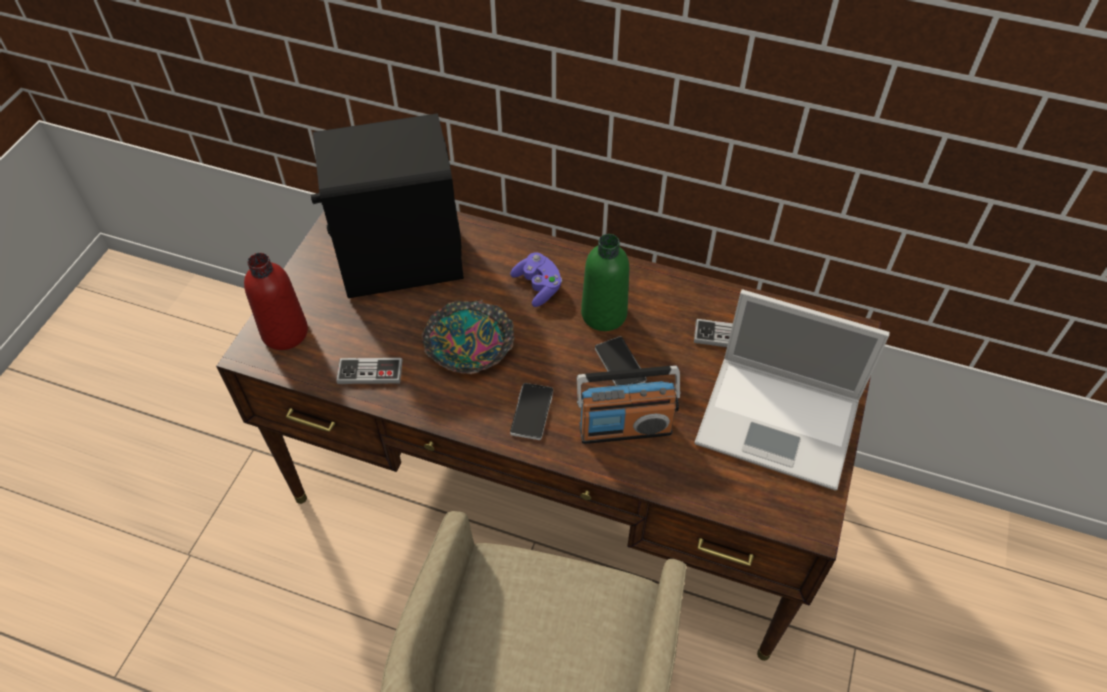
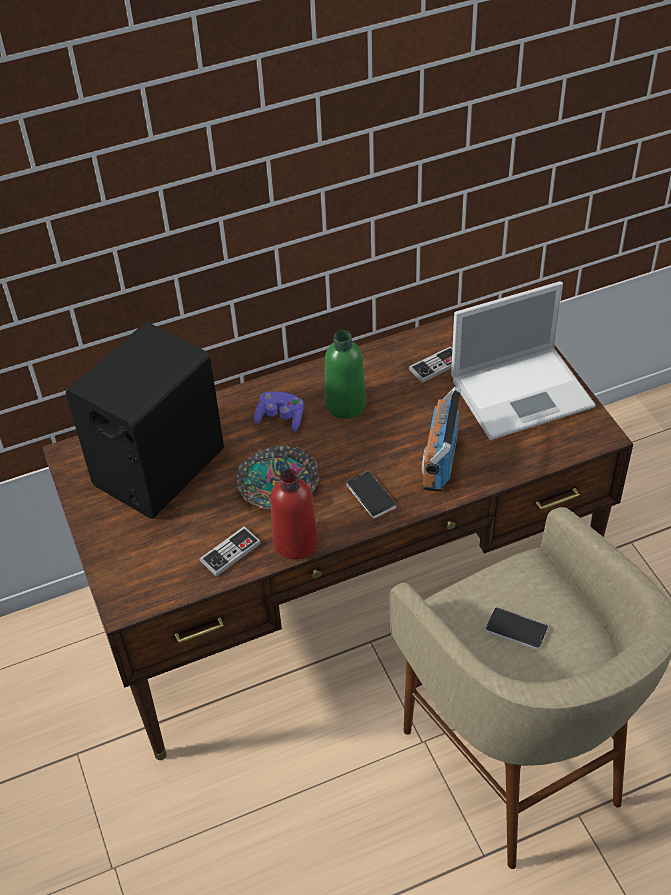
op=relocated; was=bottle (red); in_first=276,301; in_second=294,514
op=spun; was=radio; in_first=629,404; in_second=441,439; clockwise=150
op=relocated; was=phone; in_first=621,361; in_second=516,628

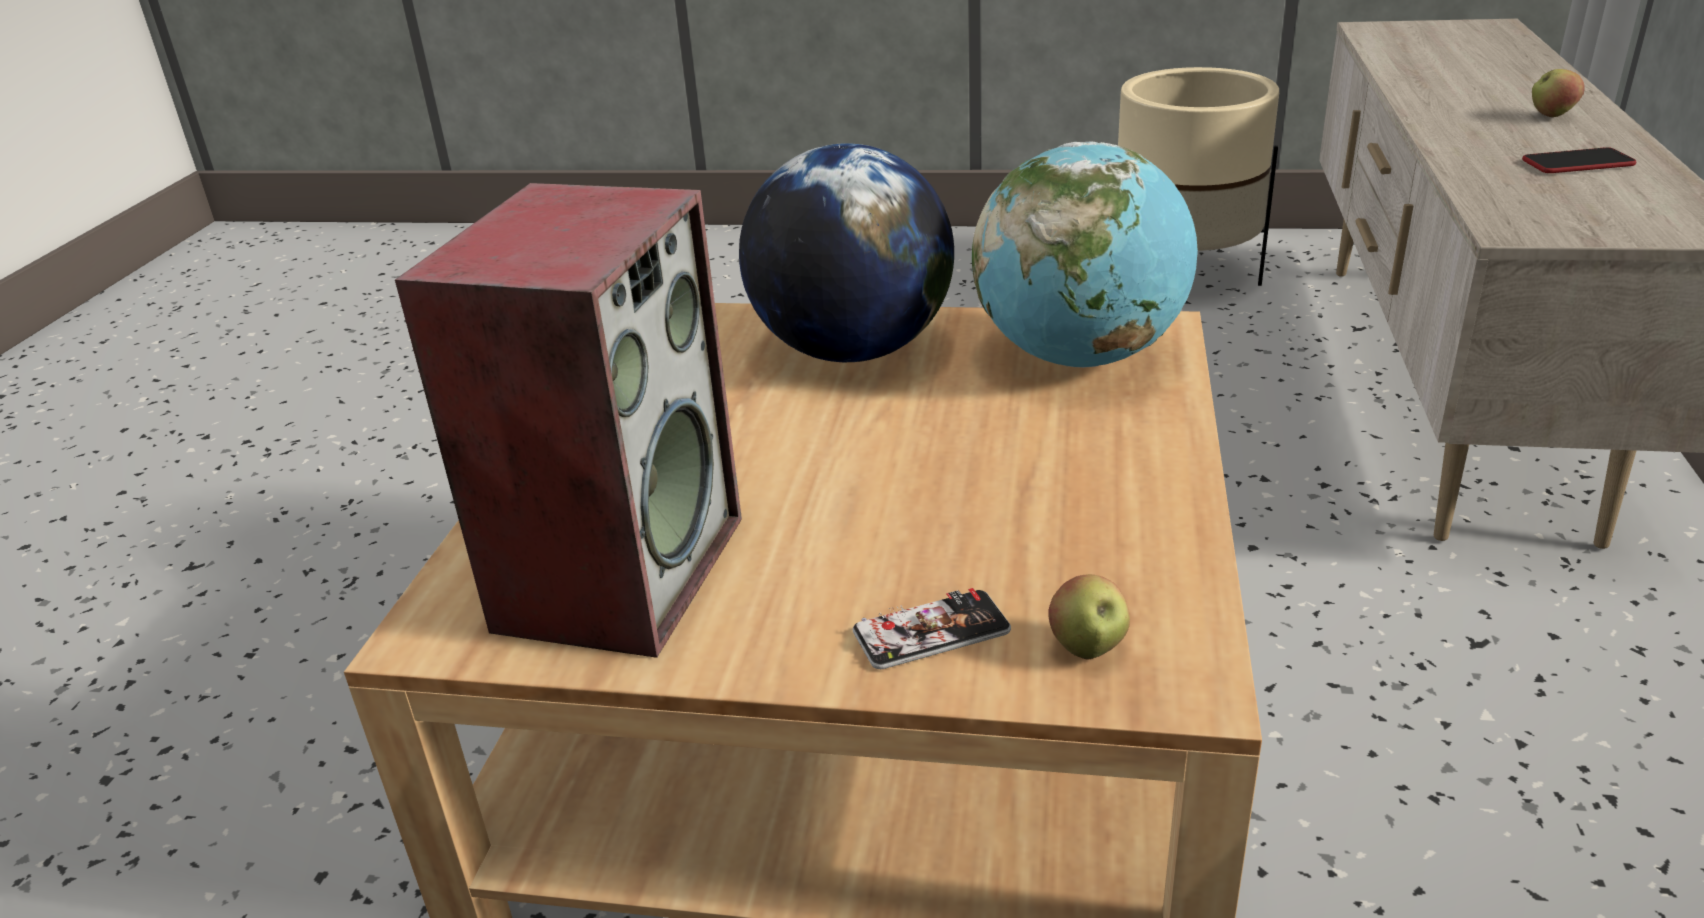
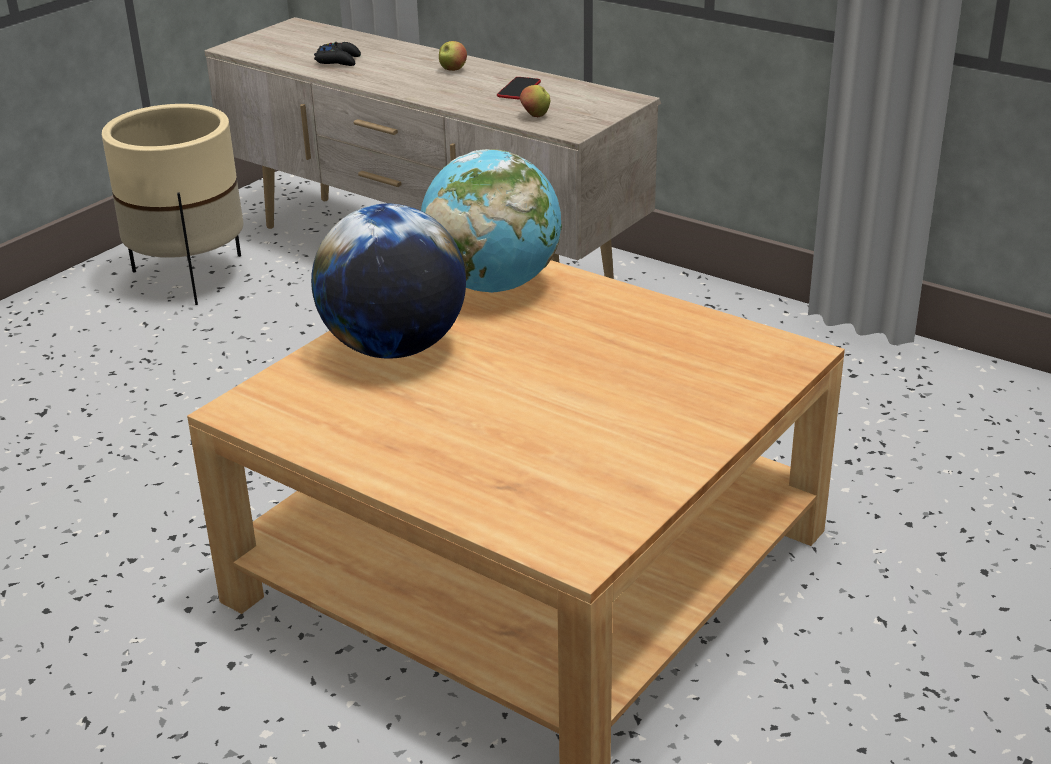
op=missing; was=speaker; in_first=568,420
op=missing; was=phone; in_first=932,628
op=relocated; was=apple; in_first=1089,617; in_second=535,101
op=appeared; now=game controller (black); in_second=337,54

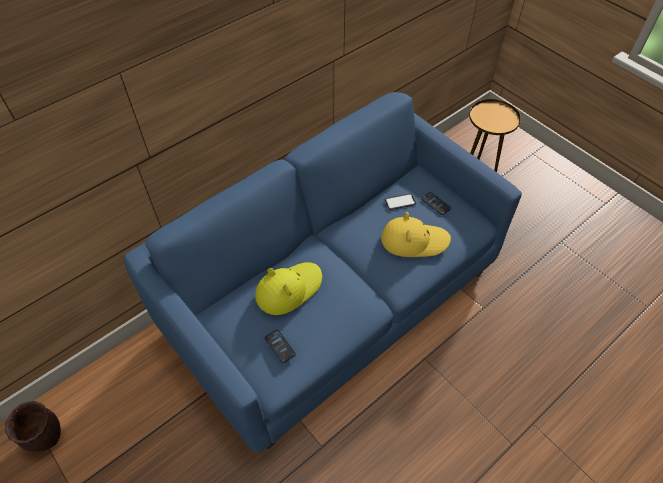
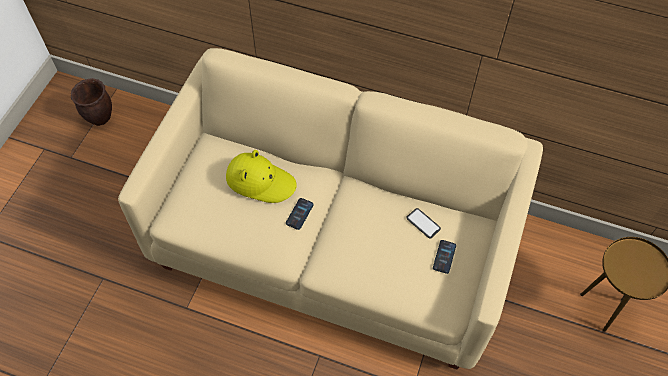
op=colour; was=sofa (blue); now=sofa (beige); in_first=323,272; in_second=330,209
op=relocated; was=phone; in_first=280,346; in_second=300,214
op=missing; was=hat (yellow); in_first=416,234

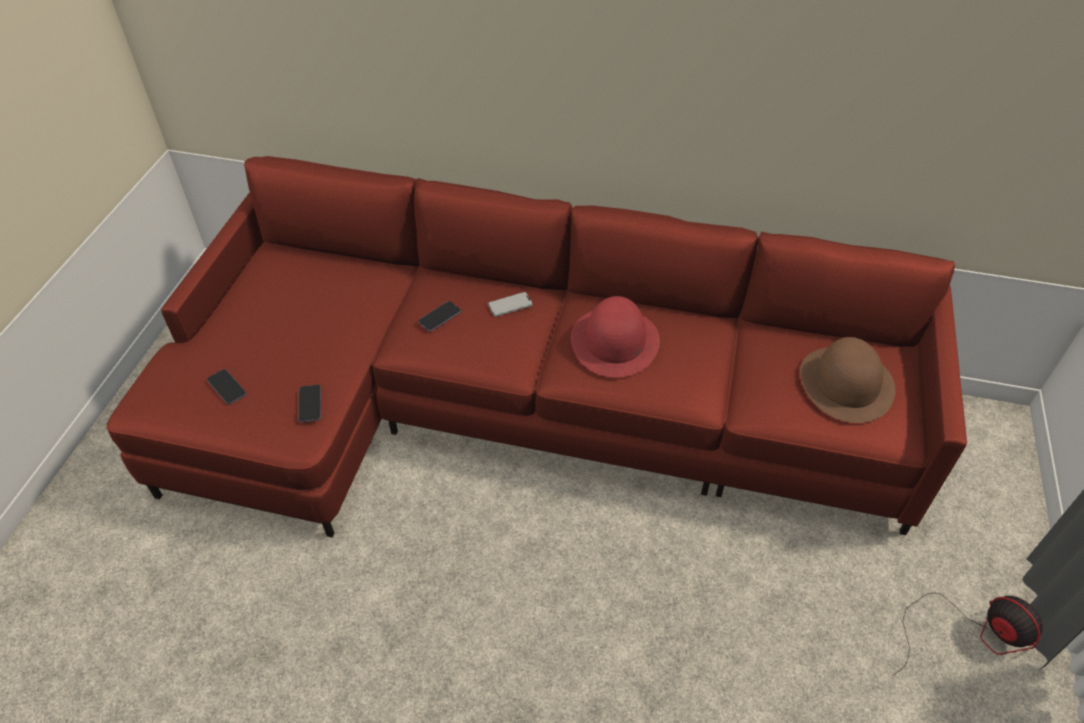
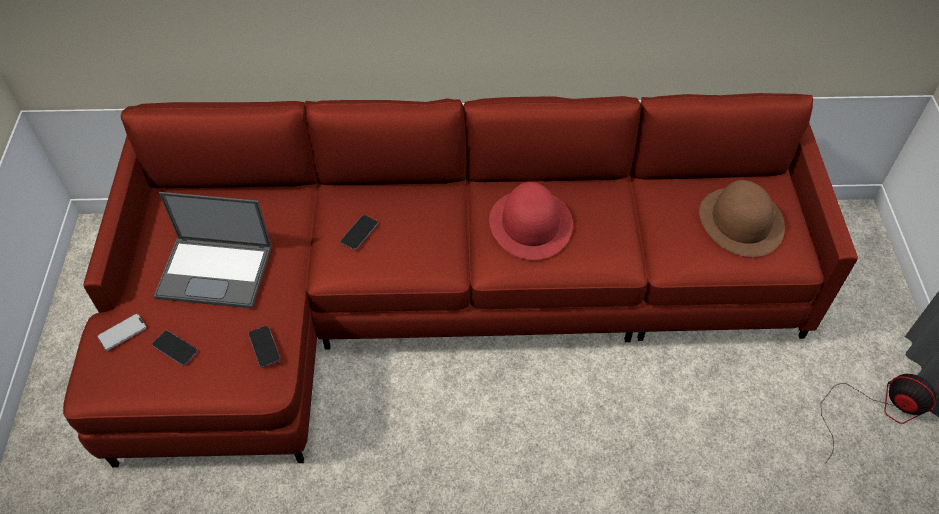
op=relocated; was=phone; in_first=510,304; in_second=122,332
op=appeared; now=laptop; in_second=213,250

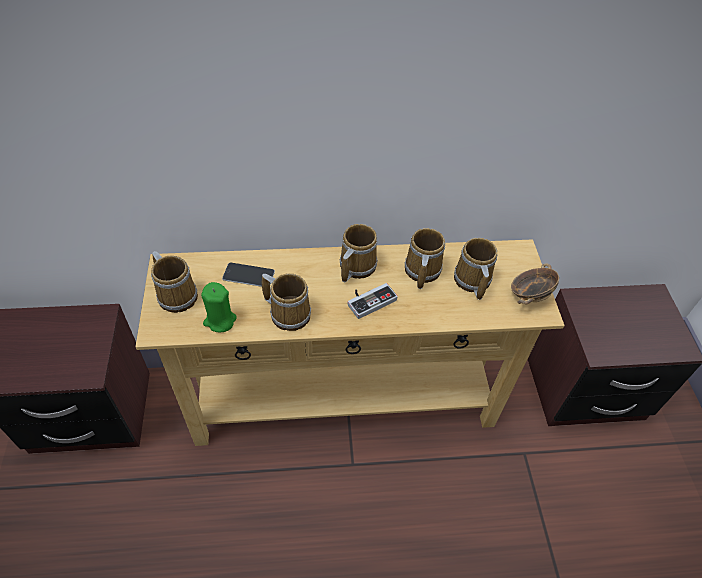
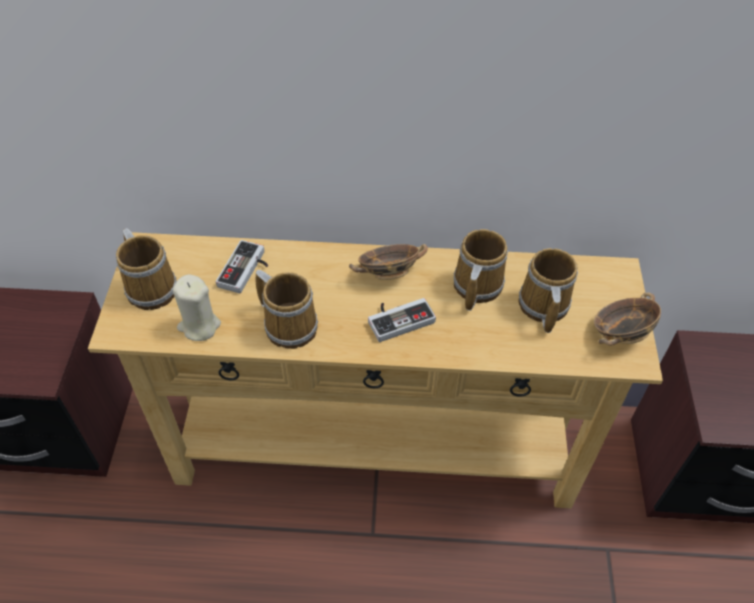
op=colour; was=candle (green); now=candle (beige); in_first=219,307; in_second=197,307
op=exchanged; was=phone; now=game controller; in_first=248,275; in_second=242,266
op=exchanged; was=mug; now=bowl; in_first=359,253; in_second=388,262

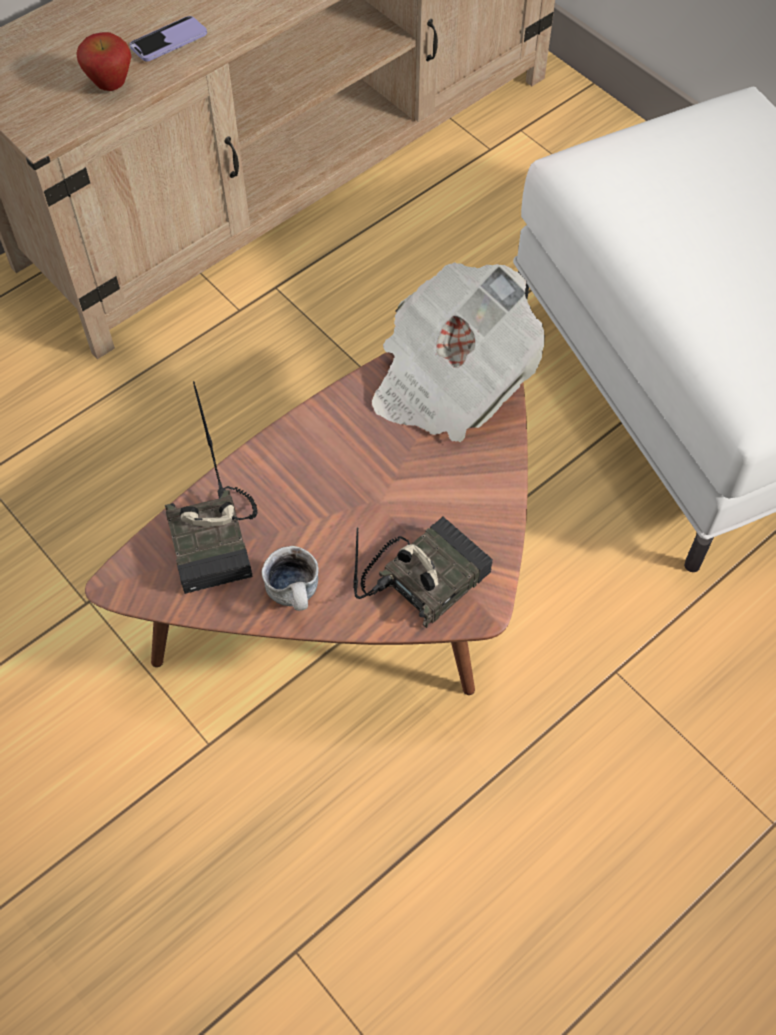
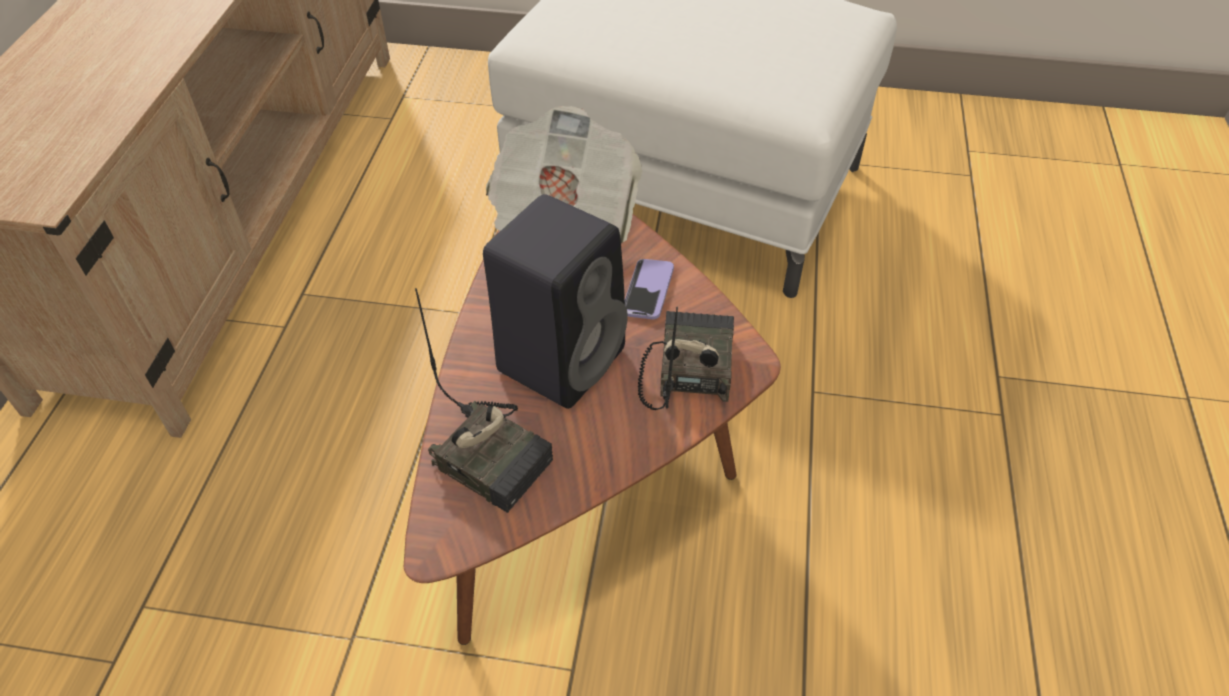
op=missing; was=apple; in_first=104,61
op=relocated; was=phone; in_first=168,38; in_second=649,289
op=missing; was=mug; in_first=290,578
op=appeared; now=speaker (black); in_second=555,301

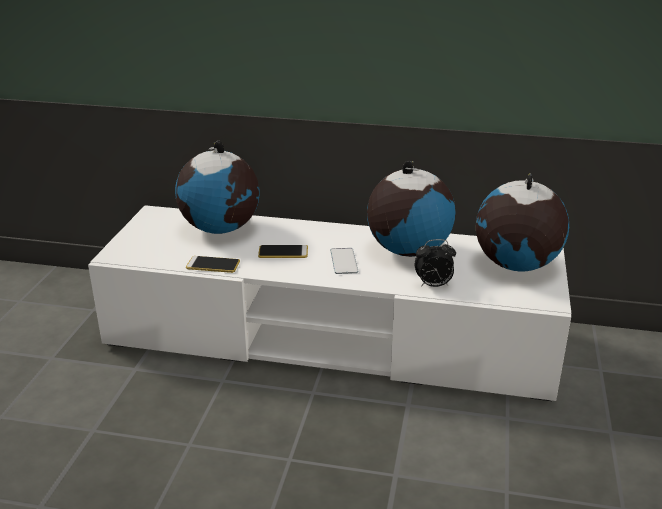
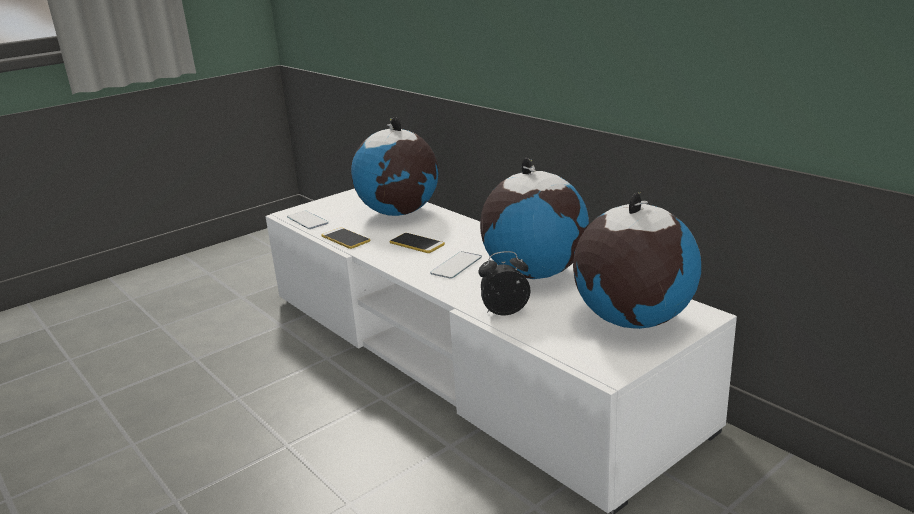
op=spun; was=alarm clock; in_first=435,263; in_second=504,283; clockwise=135
op=appeared; now=phone; in_second=308,220

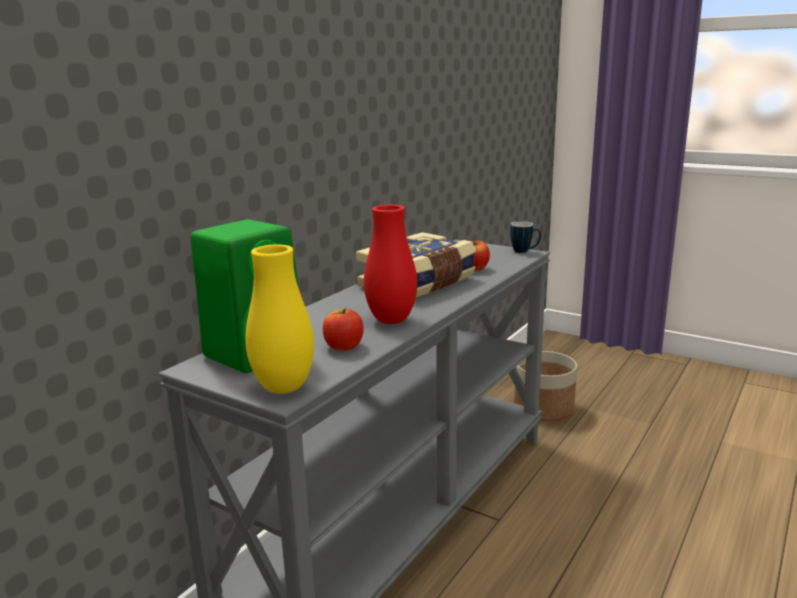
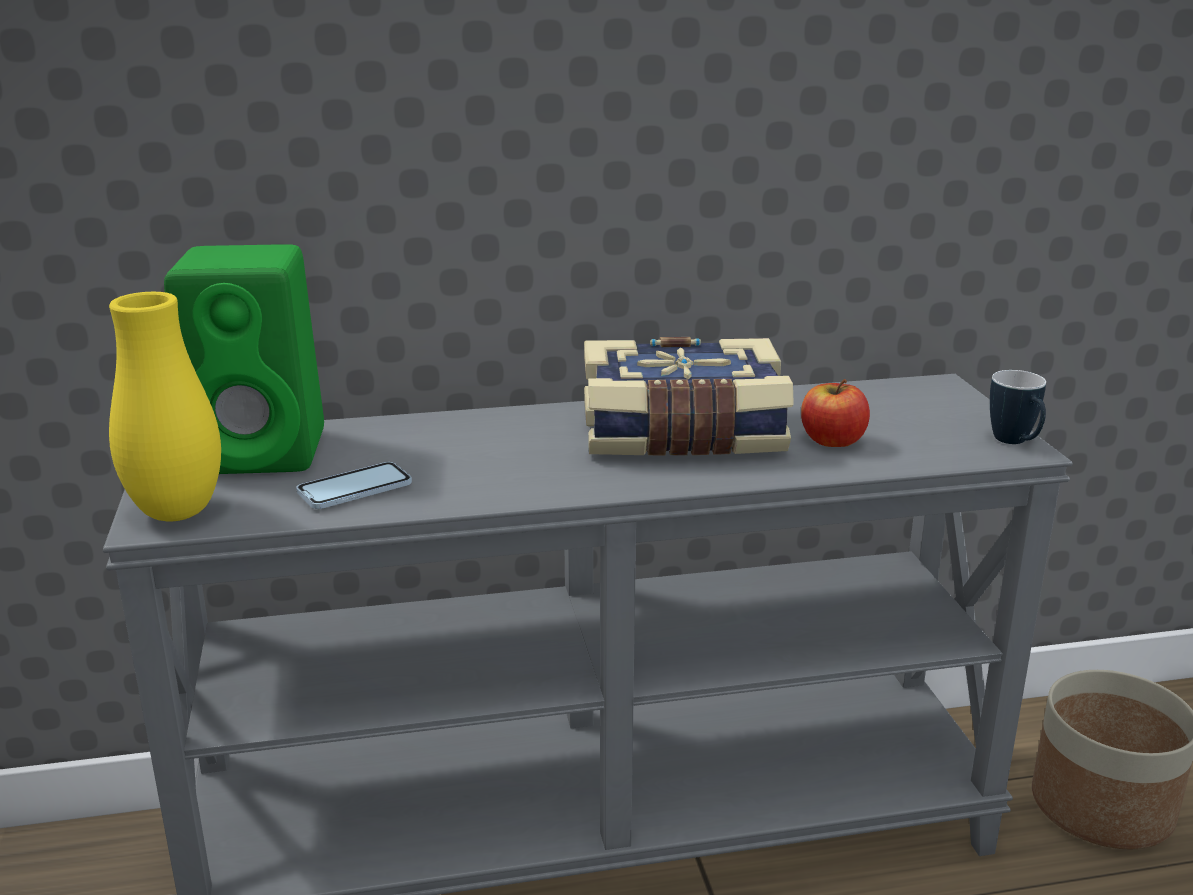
op=exchanged; was=apple; now=phone; in_first=343,330; in_second=354,485
op=missing; was=vase (red); in_first=390,264

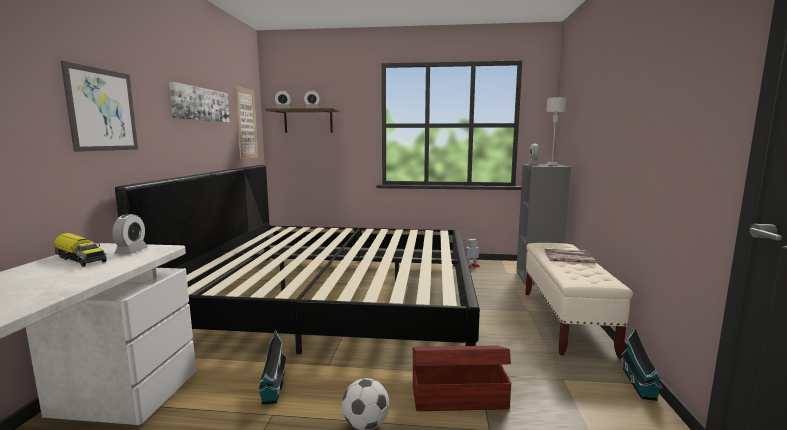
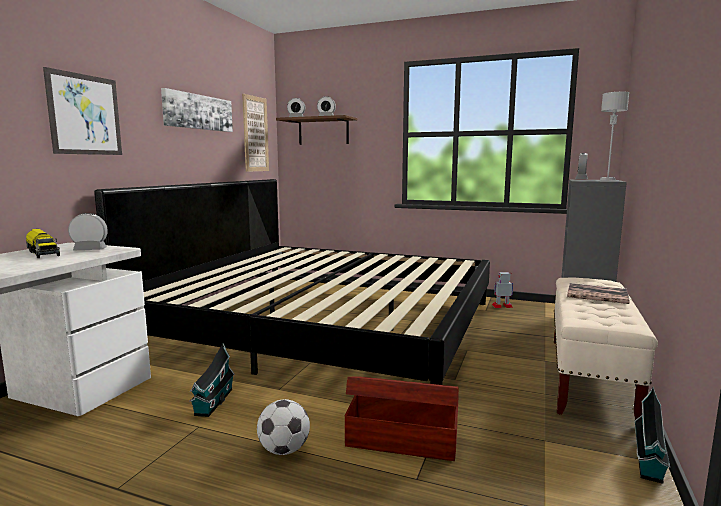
op=spun; was=alarm clock; in_first=130,234; in_second=88,232; clockwise=-120

